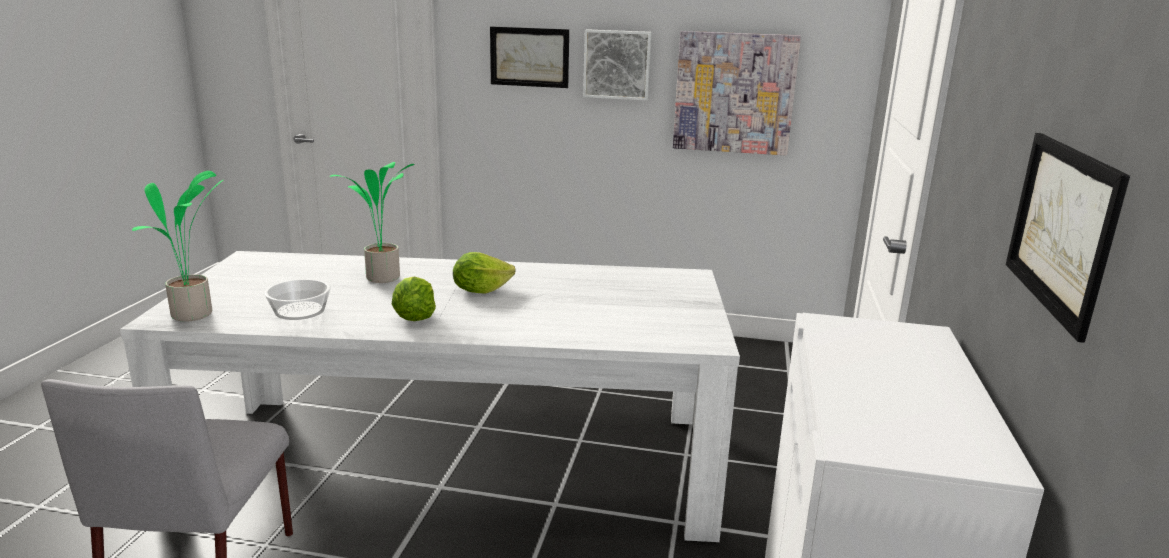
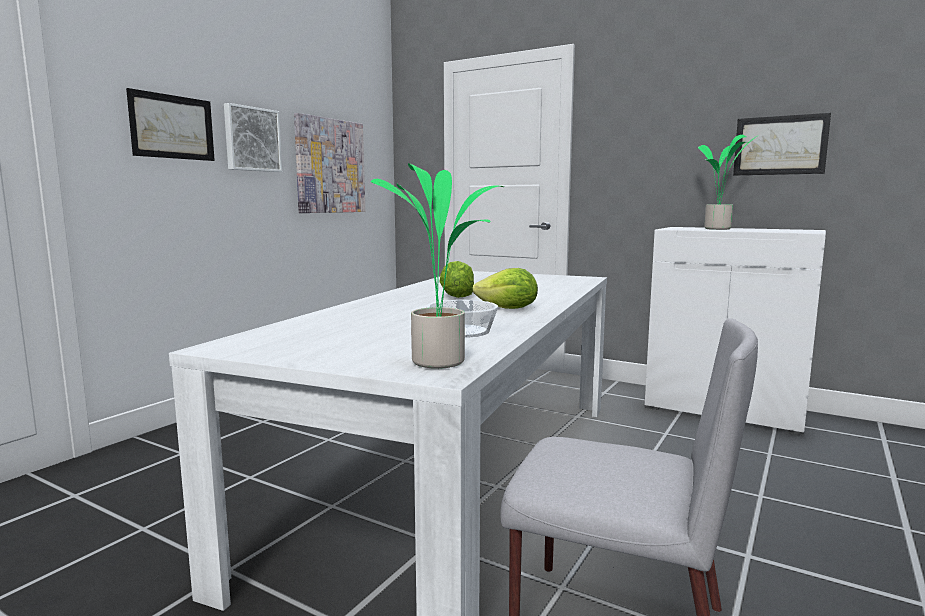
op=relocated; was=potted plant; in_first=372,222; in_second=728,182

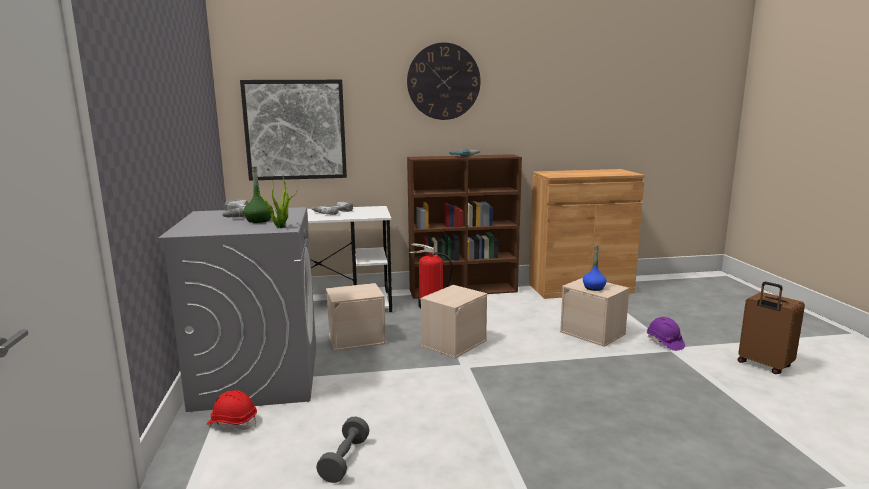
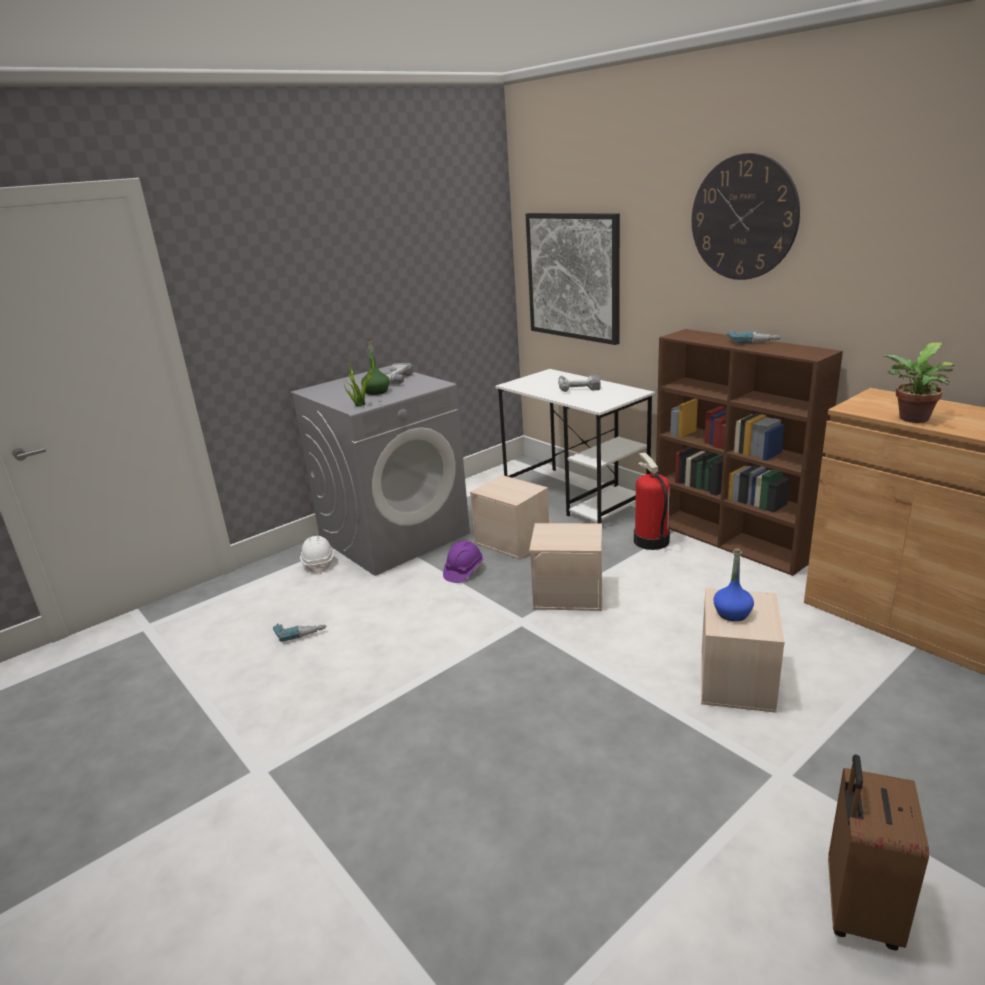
op=colour; was=hard hat (red); now=hard hat (white); in_first=232,410; in_second=317,555
op=exchanged; was=dumbbell (grey); now=power drill; in_first=342,450; in_second=300,632
op=relocated; was=hard hat (purple); in_first=666,334; in_second=463,562
op=appeared; now=potted plant; in_second=917,382

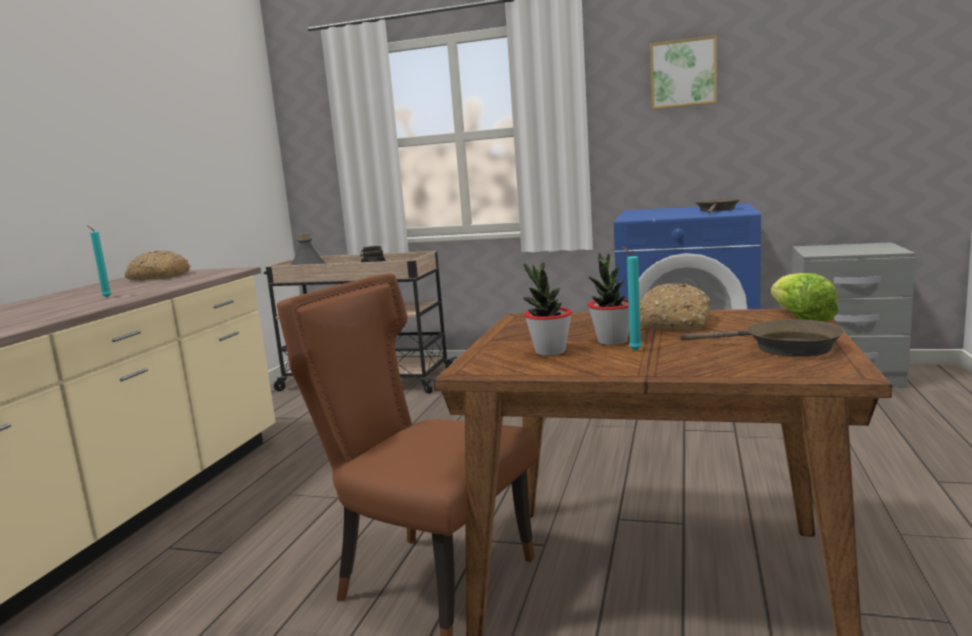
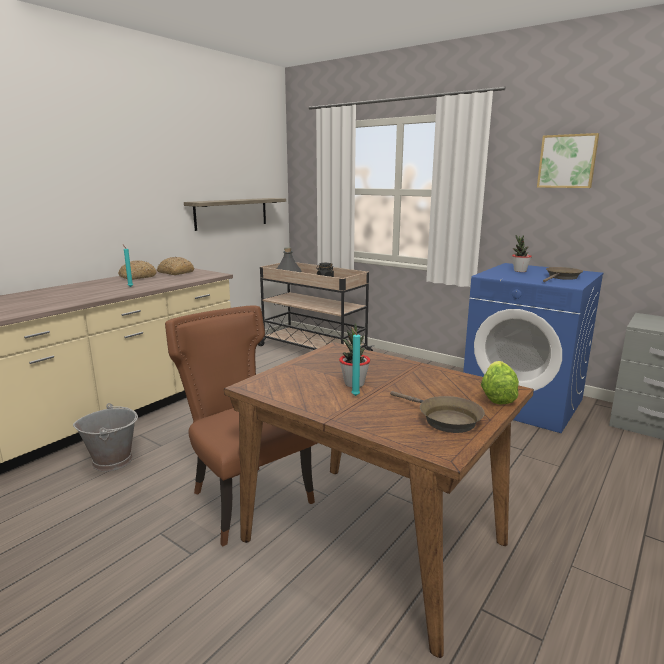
op=relocated; was=potted plant; in_first=547,309; in_second=522,253
op=relocated; was=bread; in_first=675,306; in_second=137,270
op=appeared; now=bucket (grey); in_second=105,437
op=appeared; now=shelf; in_second=235,214

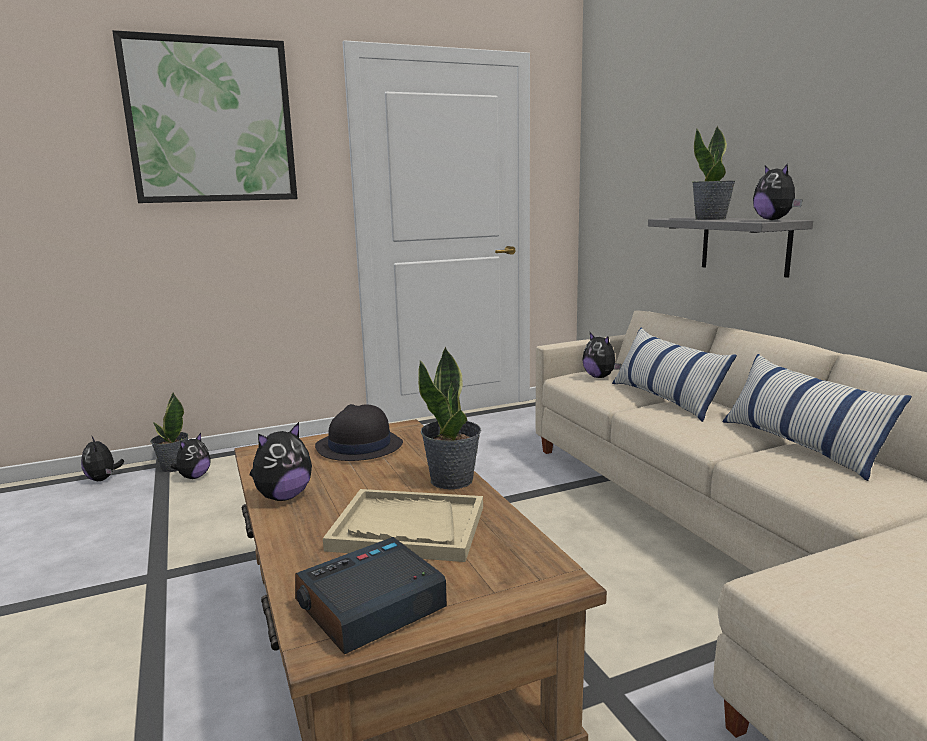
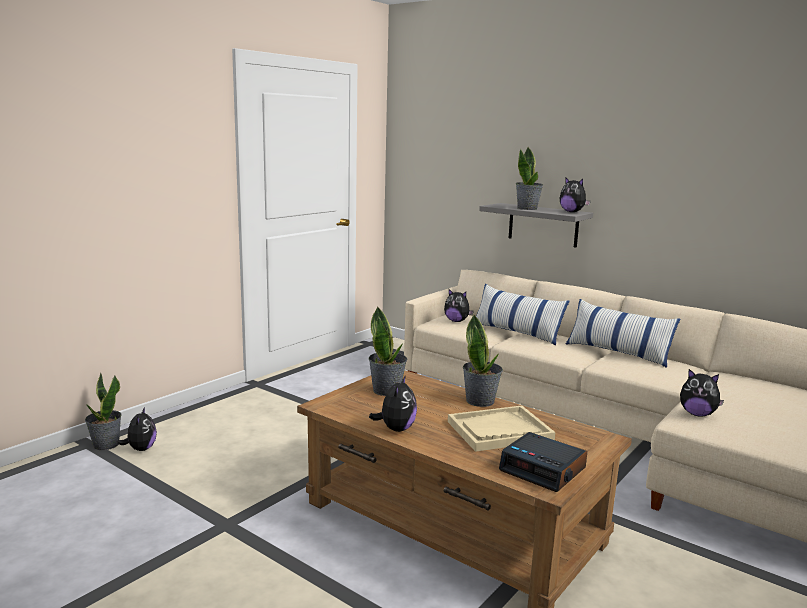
op=relocated; was=plush toy; in_first=102,459; in_second=702,393
op=missing; was=picture; in_first=205,116
op=spun; was=alarm clock; in_first=371,595; in_second=543,462; clockwise=-75
op=exchanged; was=hat (black); now=potted plant; in_first=359,432; in_second=388,351

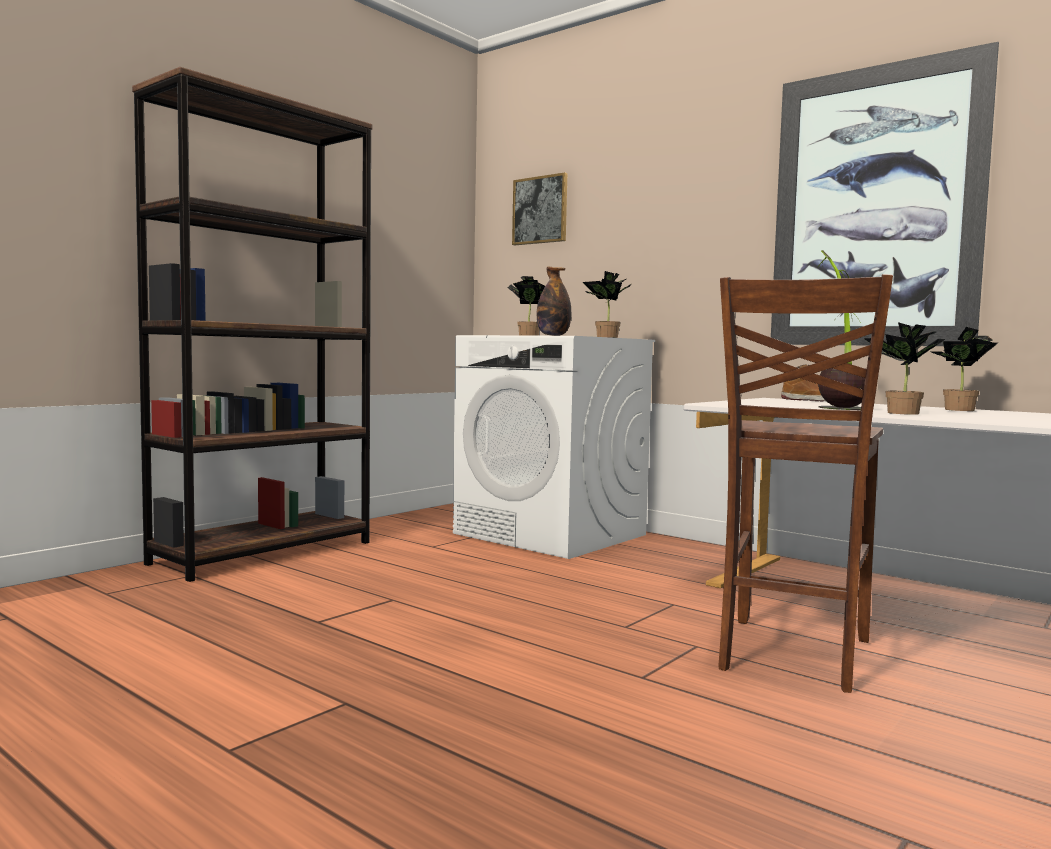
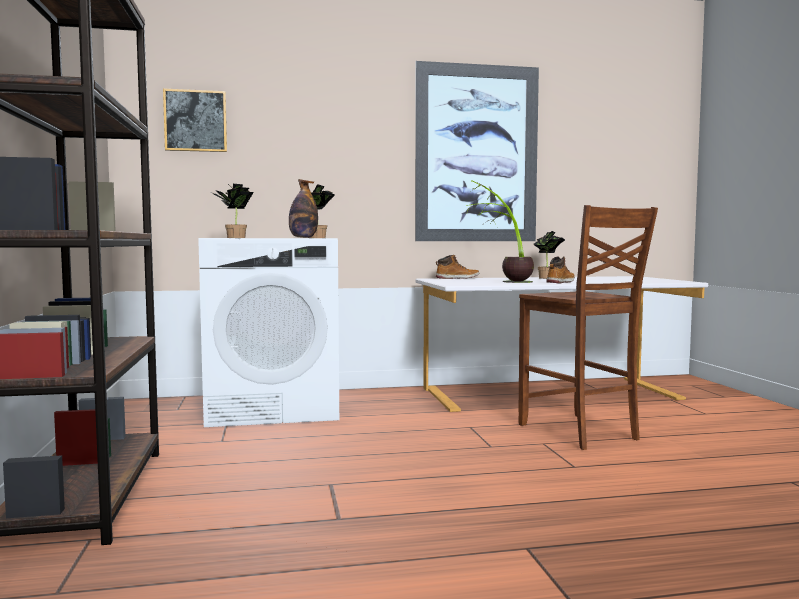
op=exchanged; was=potted plant; now=boot; in_first=904,368; in_second=560,269

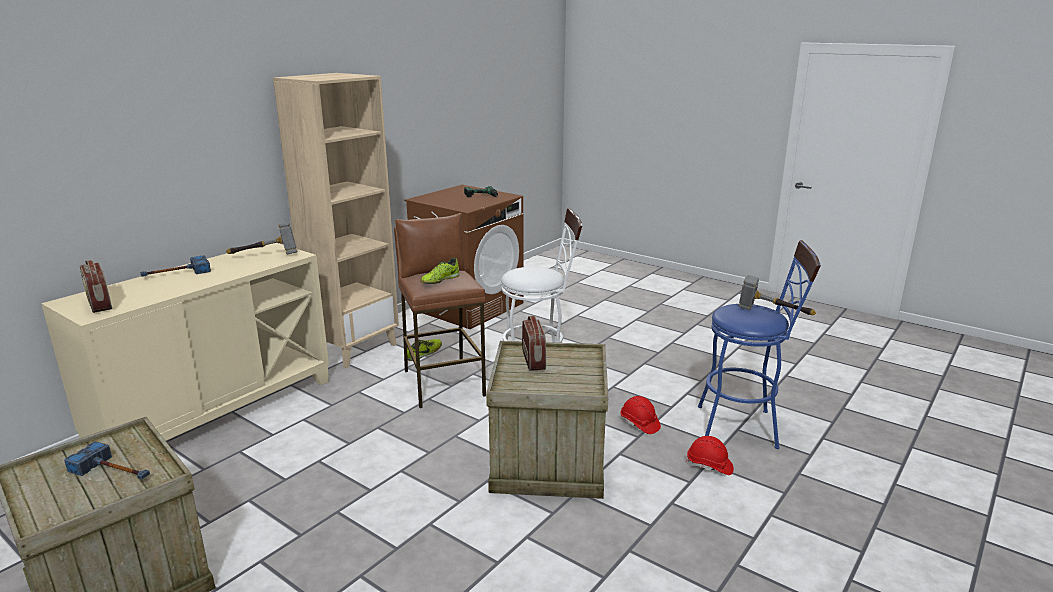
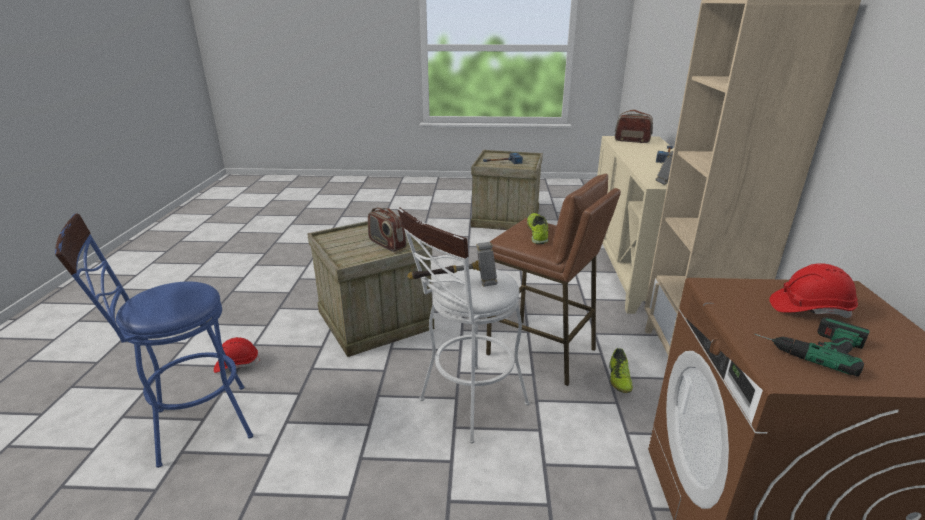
op=relocated; was=hard hat (red); in_first=640,415; in_second=813,290
op=relocated; was=hammer; in_first=777,295; in_second=452,264

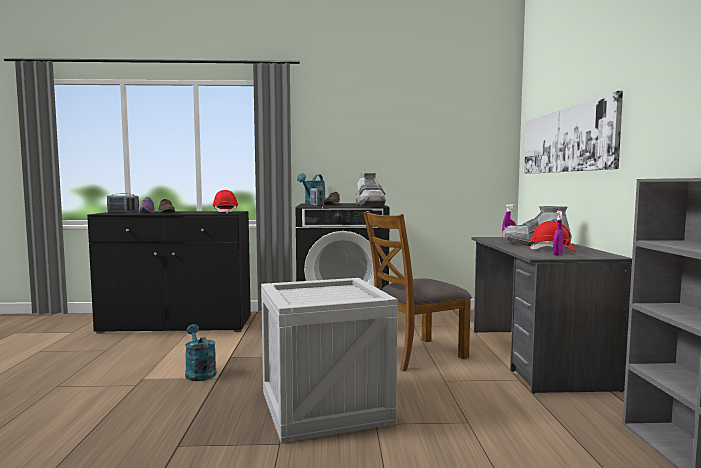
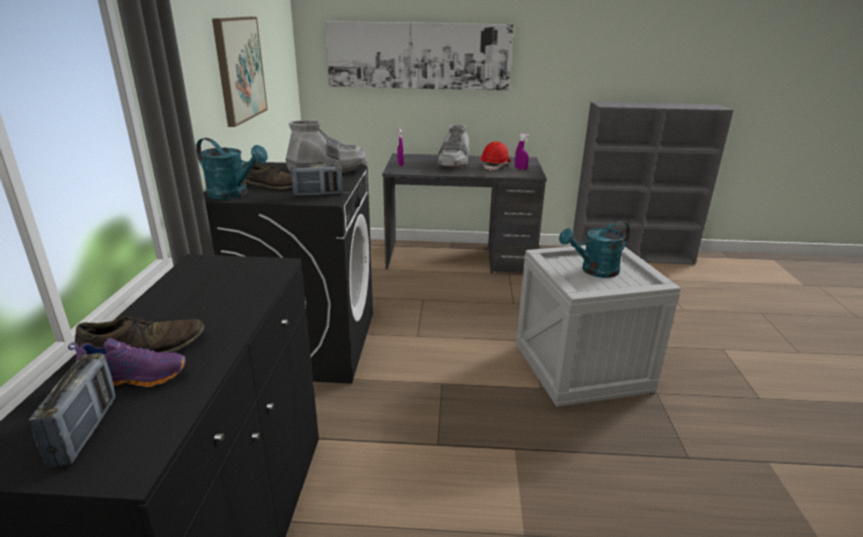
op=relocated; was=watering can (turquoise); in_first=200,352; in_second=594,249
op=missing; was=hard hat (red); in_first=225,201
op=missing; was=chair (brown); in_first=418,291
op=appeared; now=picture; in_second=240,72

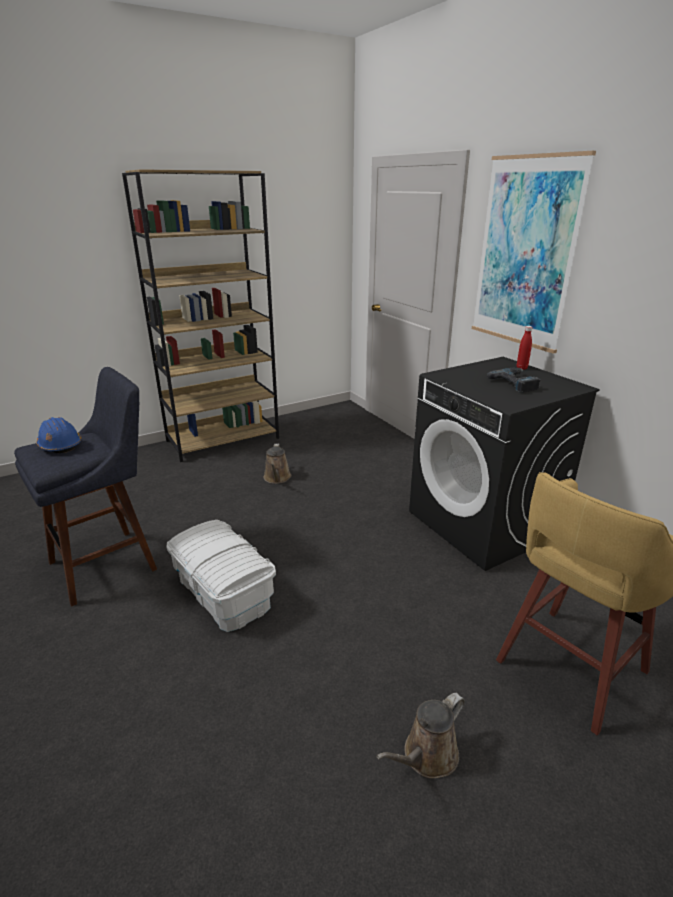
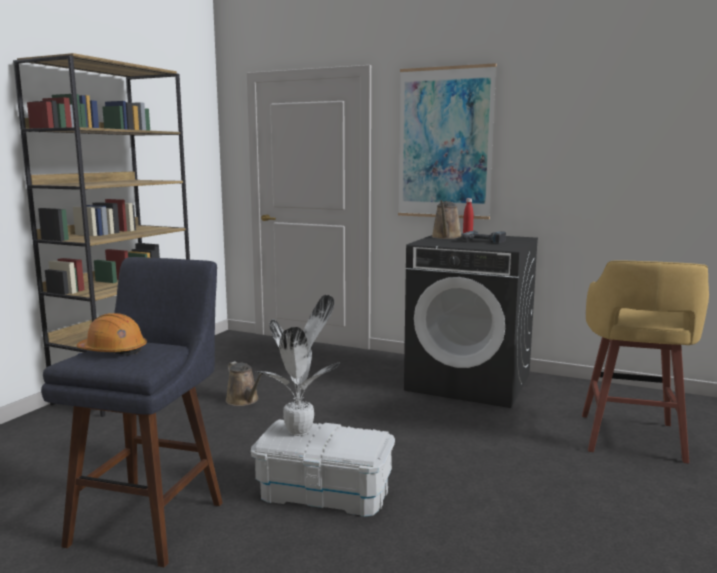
op=colour; was=hard hat (blue); now=hard hat (orange); in_first=58,435; in_second=112,334
op=relocated; was=watering can (brown); in_first=420,736; in_second=446,219
op=appeared; now=potted plant; in_second=297,365

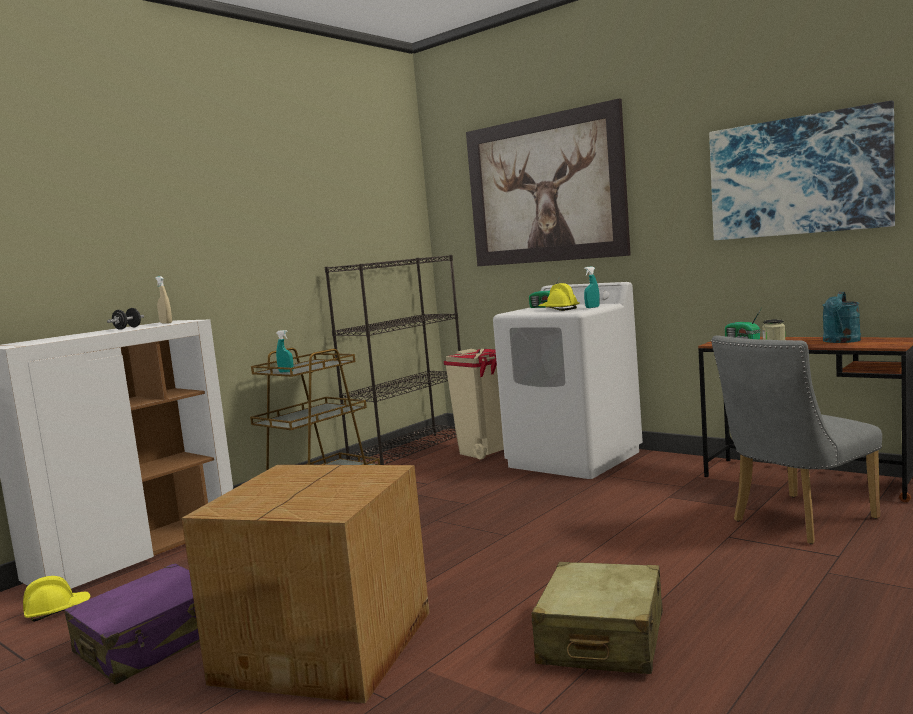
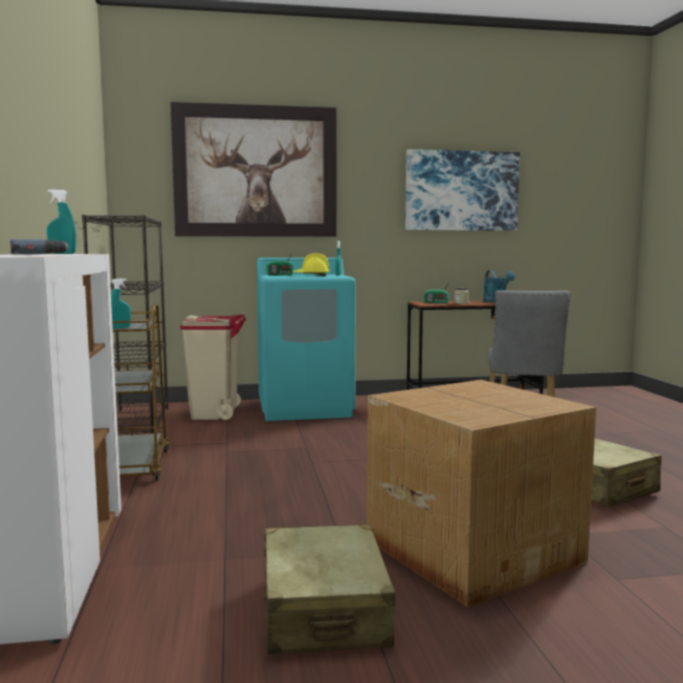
op=missing; was=hard hat (yellow); in_first=57,599
op=colour; was=suitcase (purple); now=suitcase (beige); in_first=132,623; in_second=330,589
op=exchanged; was=dumbbell (black); now=power drill; in_first=125,319; in_second=39,246
op=colour; was=spray bottle (beige); now=spray bottle (turquoise); in_first=163,300; in_second=61,221
op=colour; was=washing machine (white); now=washing machine (turquoise); in_first=568,380; in_second=306,339

